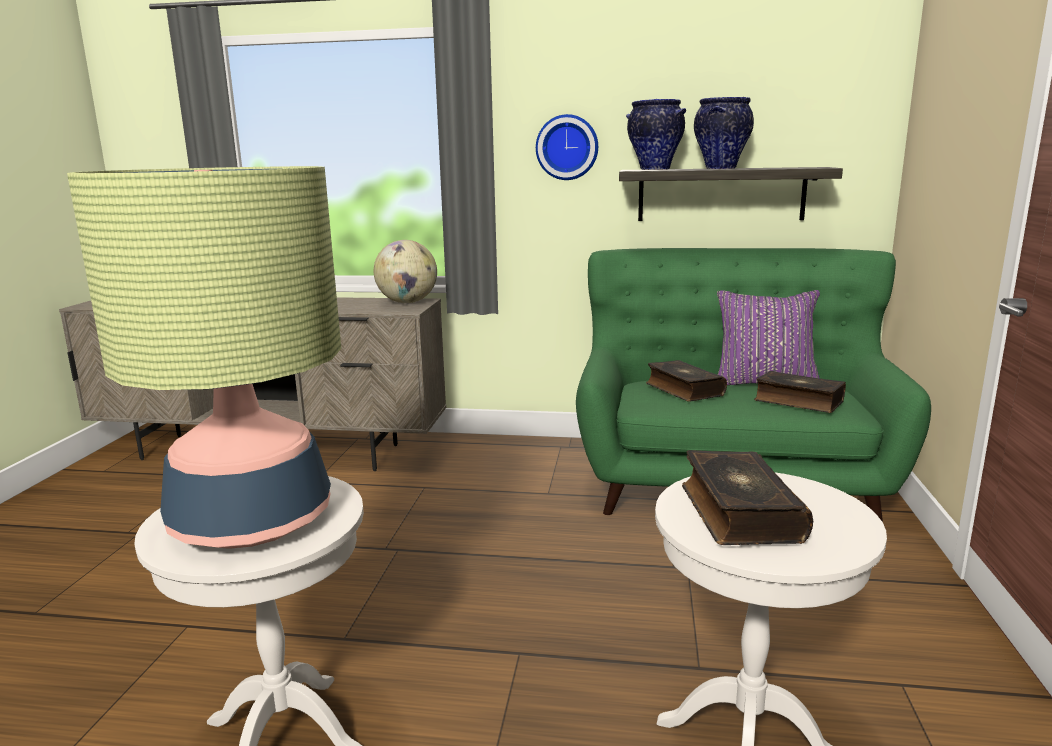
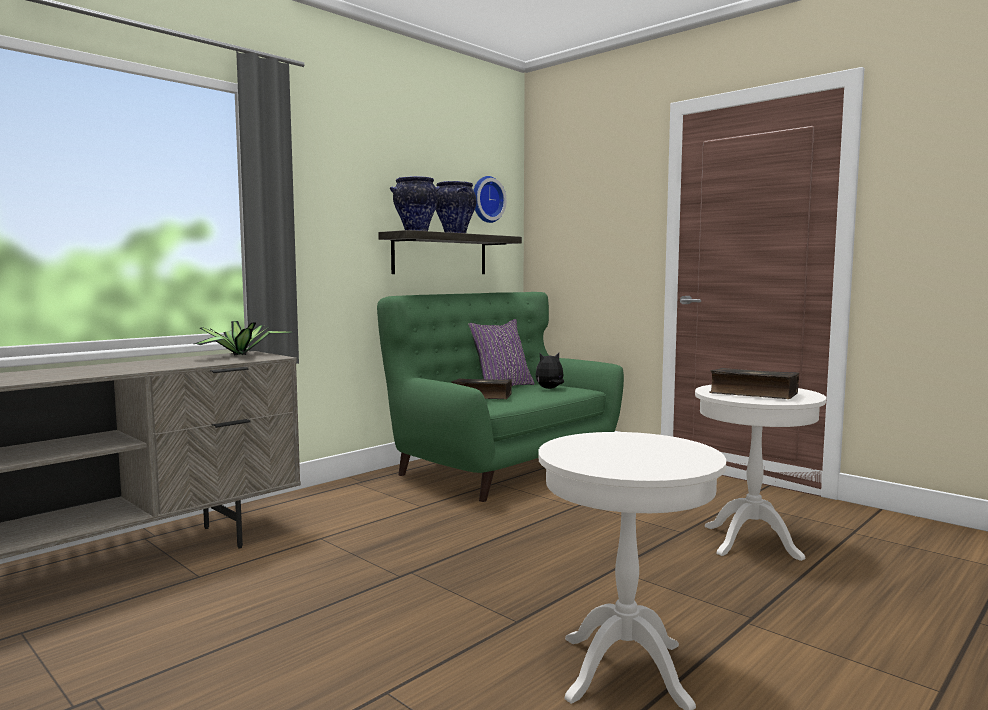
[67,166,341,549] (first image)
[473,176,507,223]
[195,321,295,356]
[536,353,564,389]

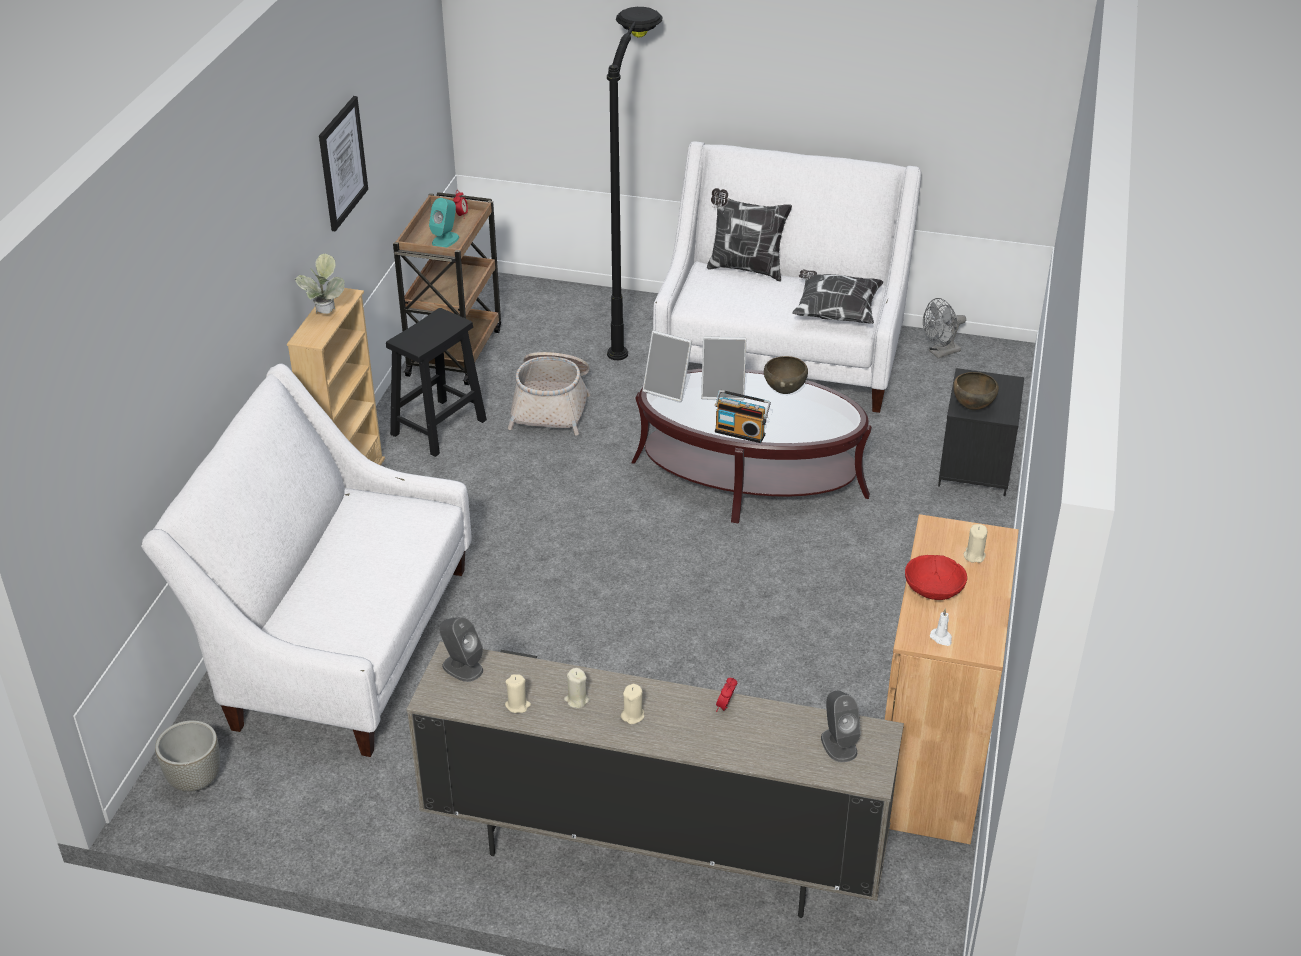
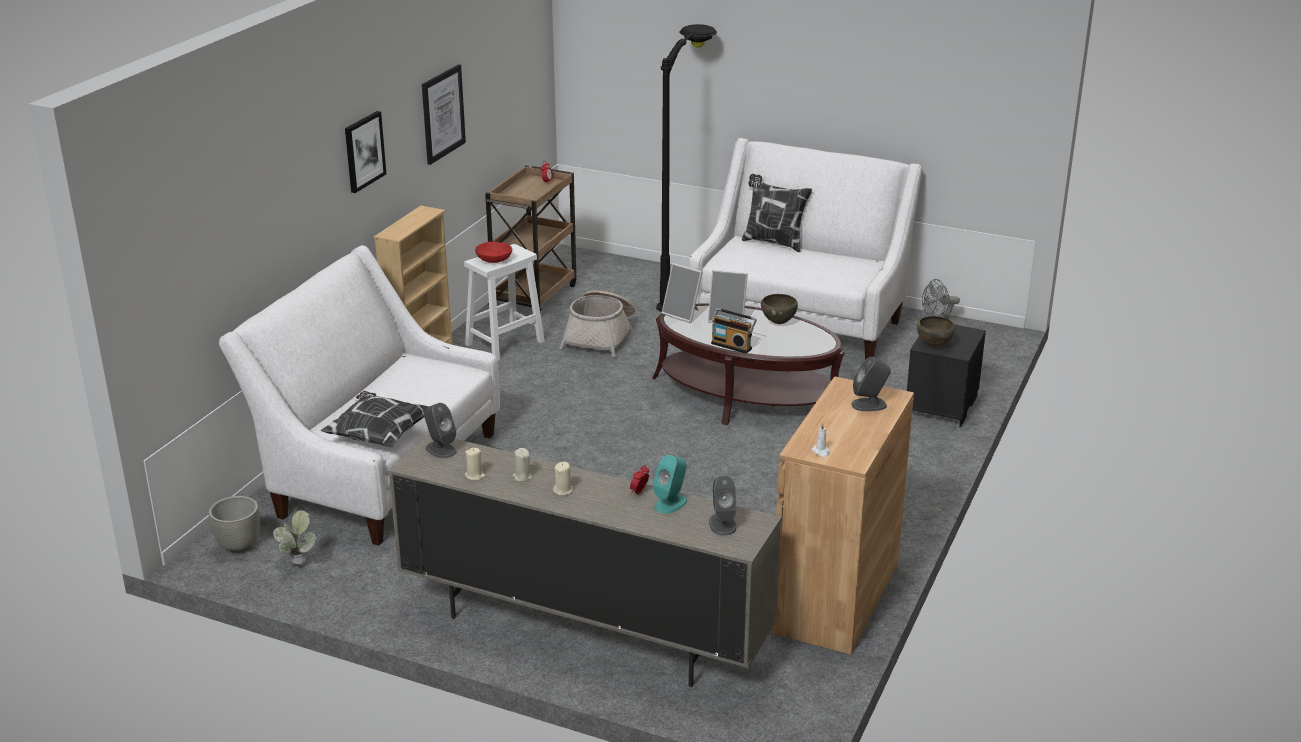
[345,111,386,193]
[273,510,316,565]
[653,455,687,514]
[321,391,429,448]
[475,242,512,263]
[851,357,891,411]
[464,244,545,361]

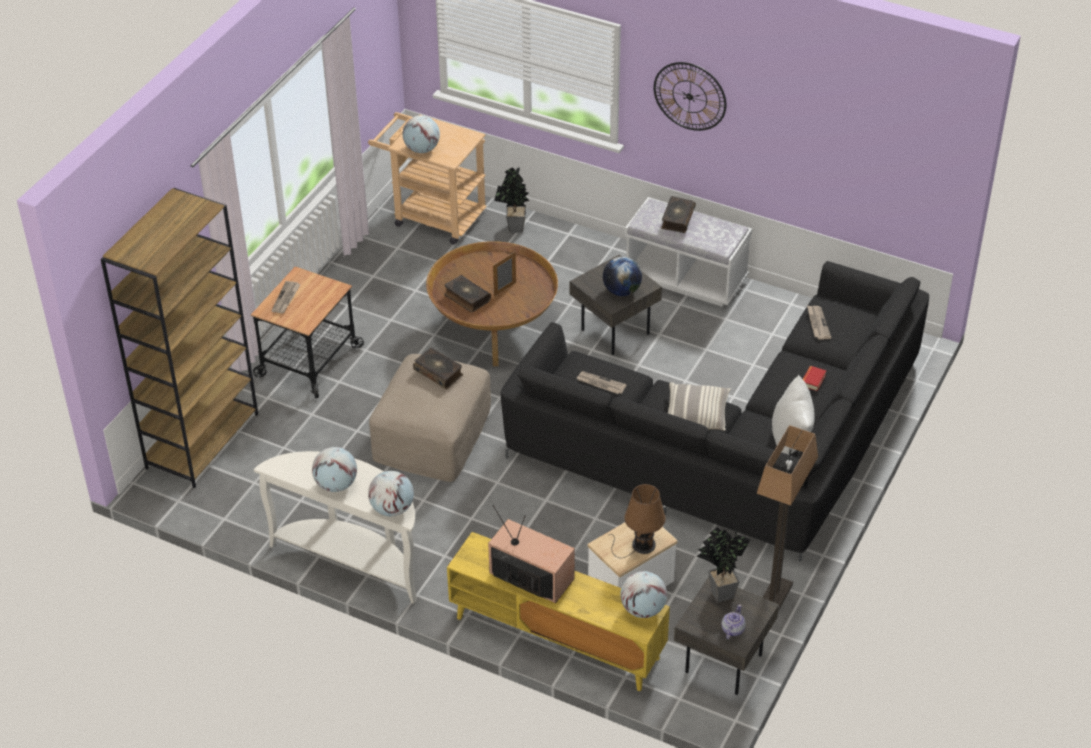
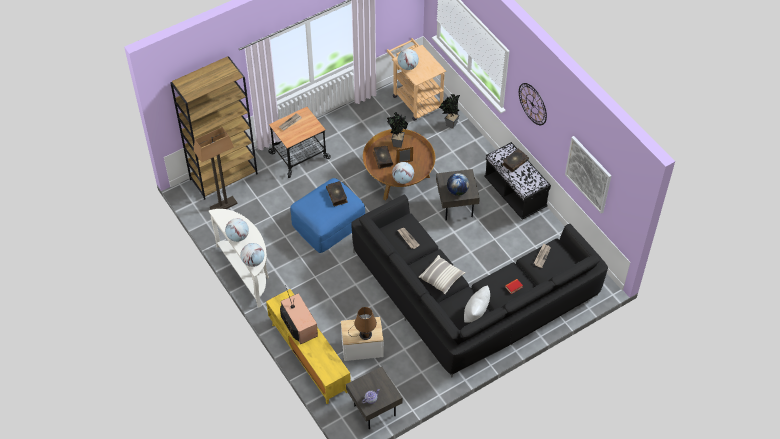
[565,136,611,214]
[392,162,414,184]
[387,112,408,148]
[194,127,237,210]
[290,178,365,253]
[484,142,551,220]

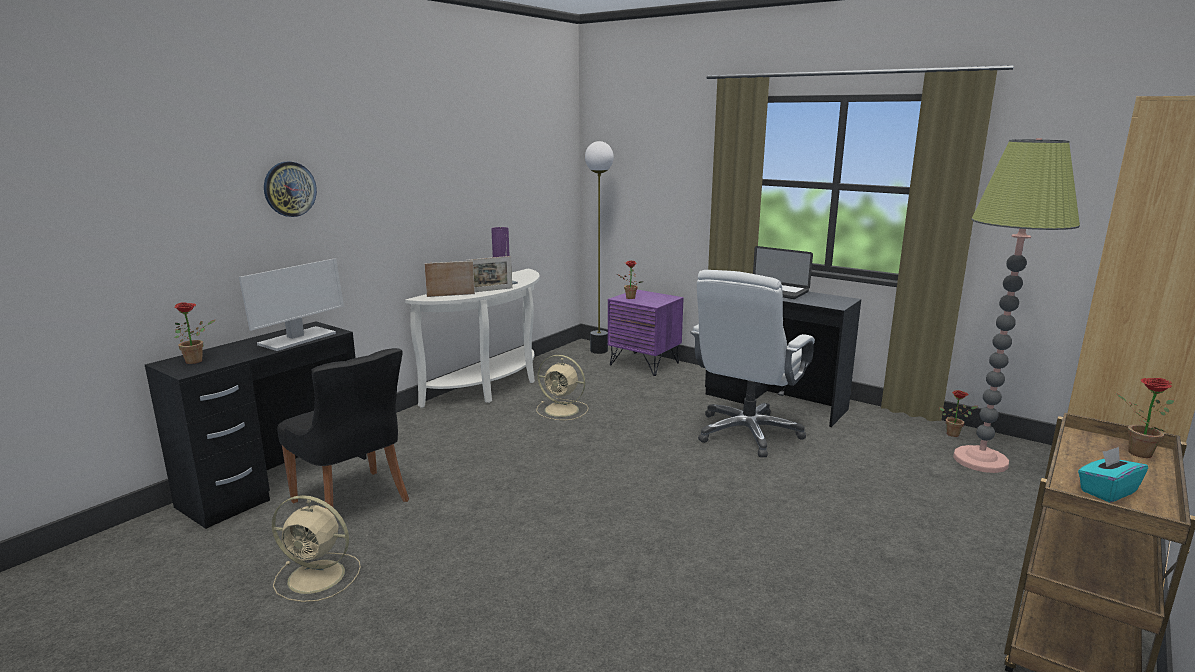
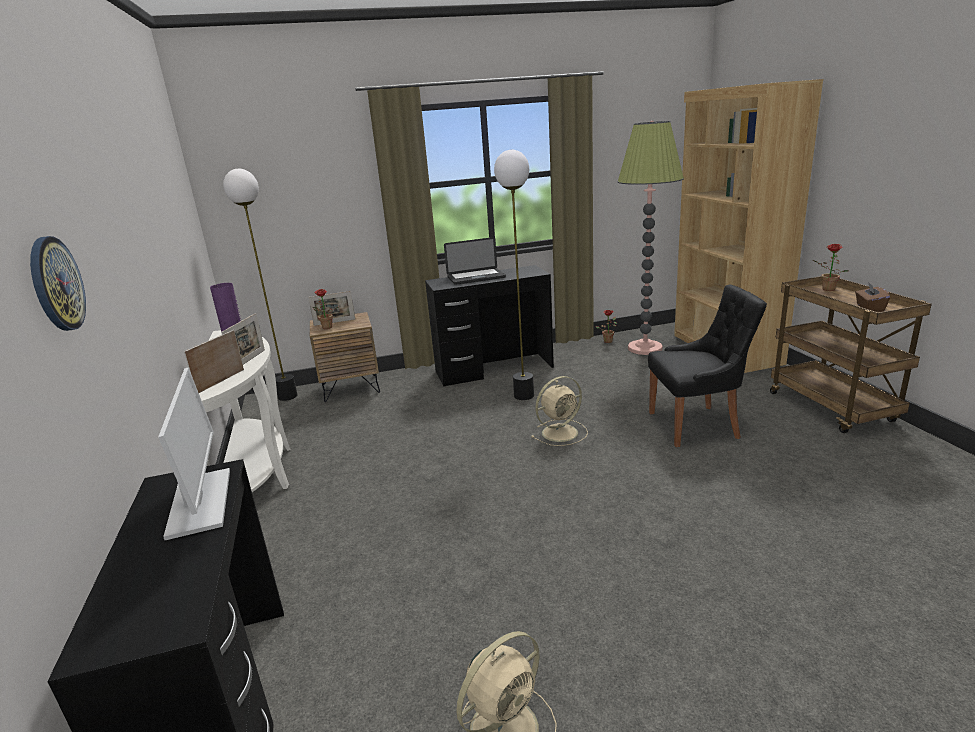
[174,302,215,364] (first image)
[308,291,355,326]
[648,285,767,447]
[531,376,588,446]
[494,150,534,400]
[310,312,380,402]
[855,282,890,312]

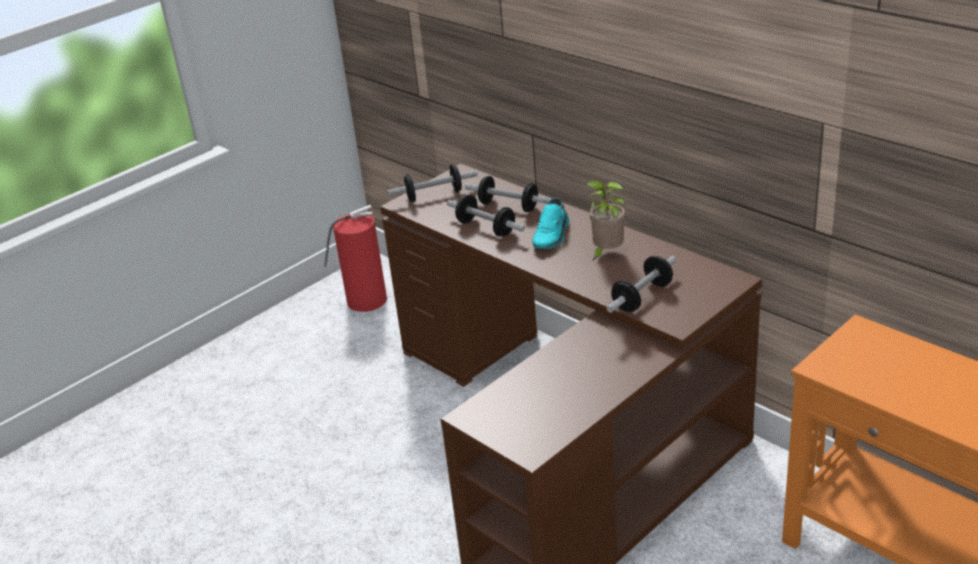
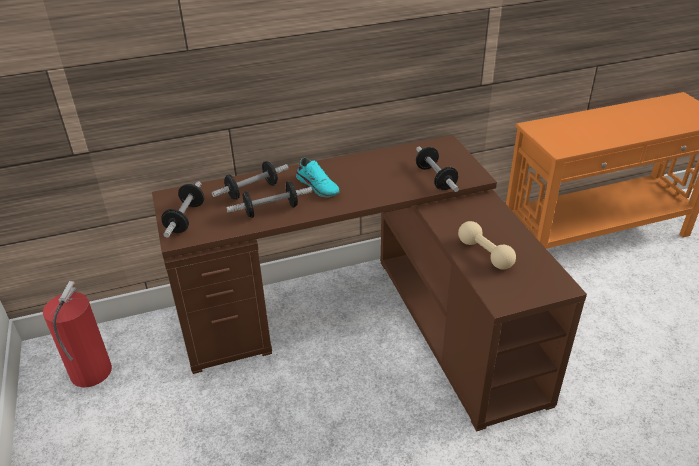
[586,180,625,260] (first image)
[458,221,516,270]

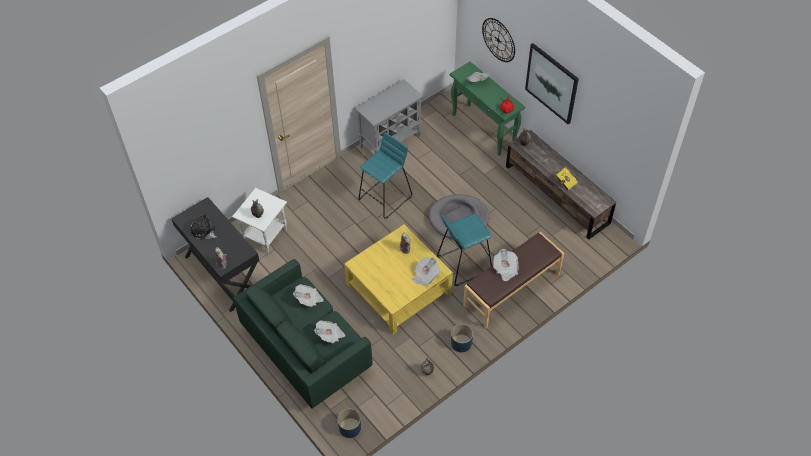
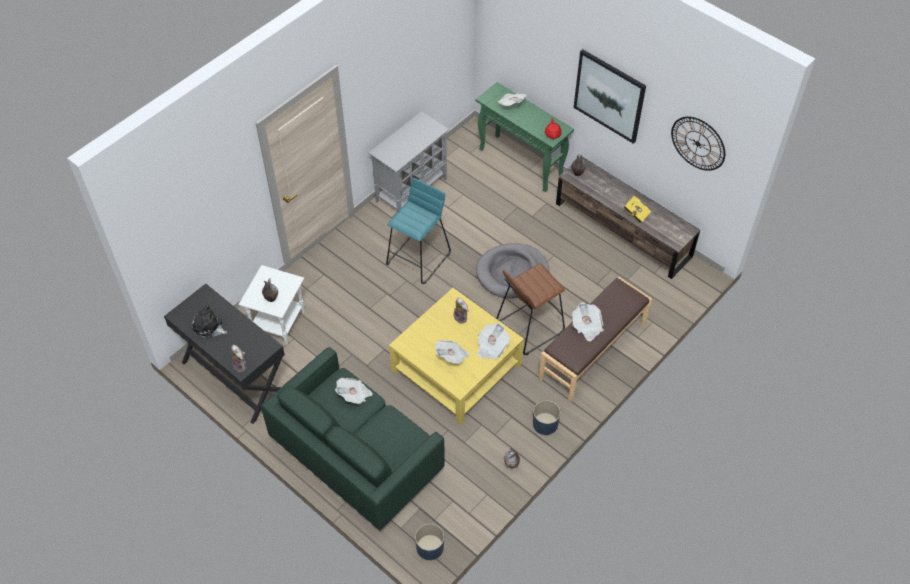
[435,340,470,364]
[671,117,725,171]
[496,263,565,355]

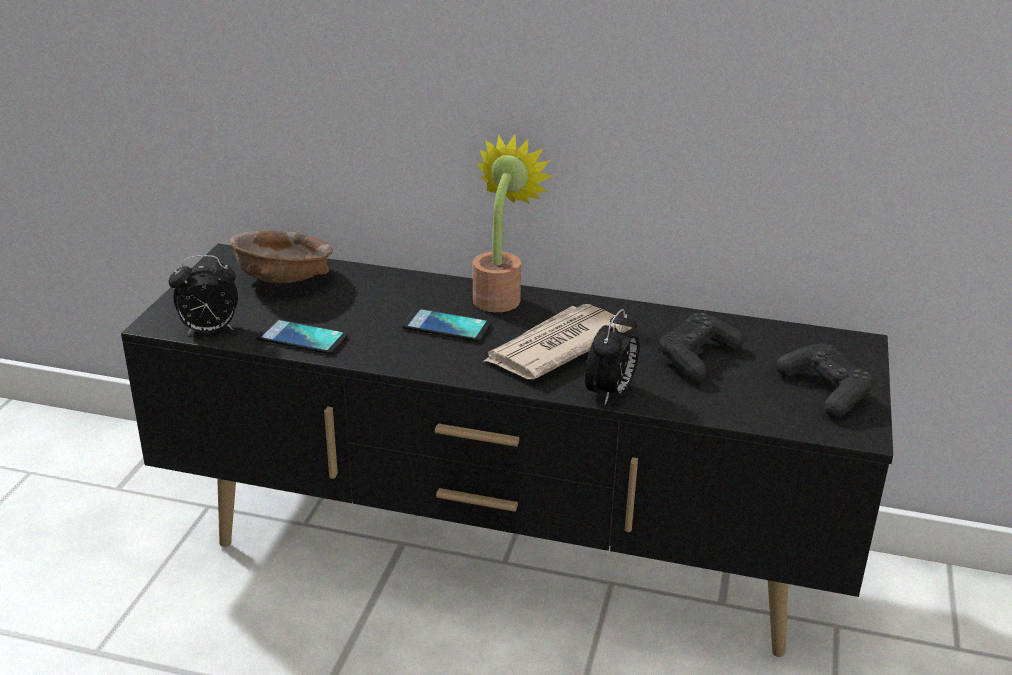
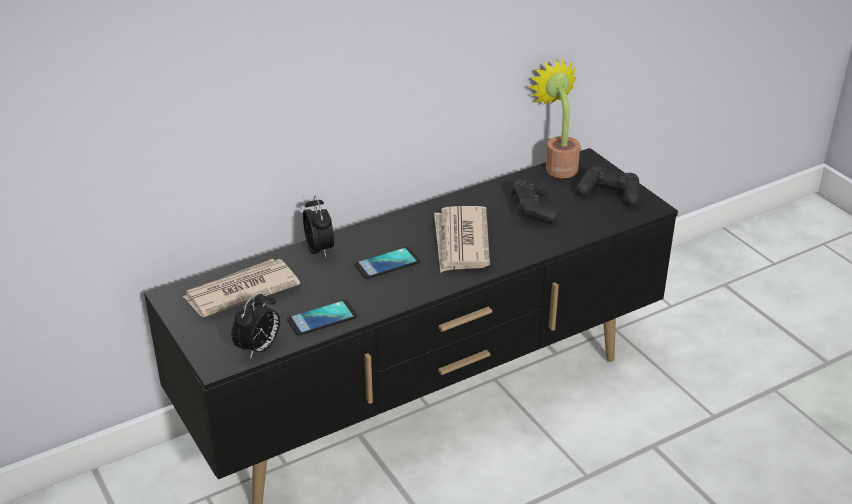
[528,58,580,178]
[303,195,334,258]
[182,259,300,317]

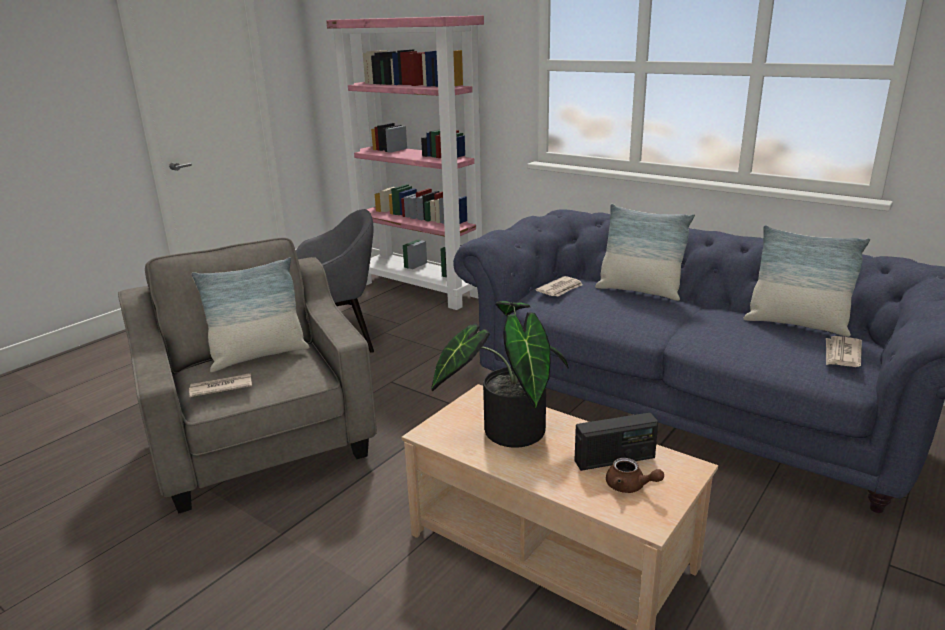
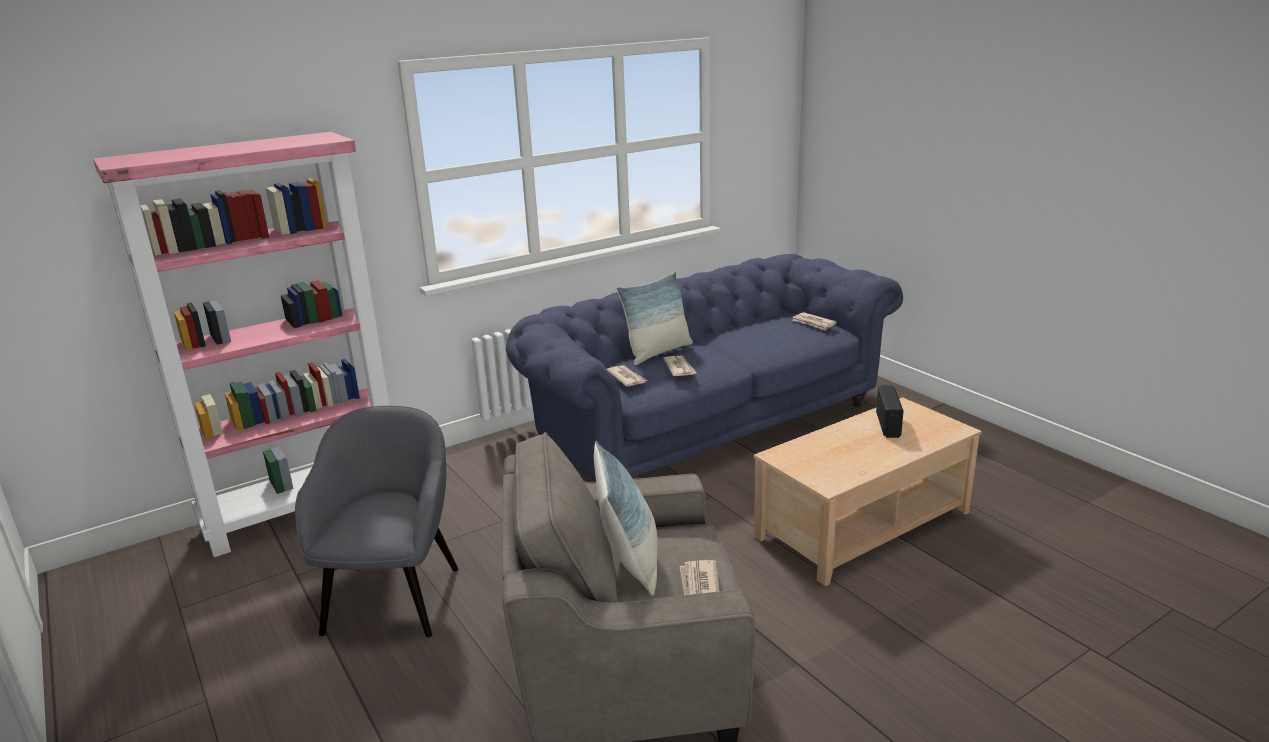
[431,301,569,448] (first image)
[606,458,664,493] (first image)
[743,225,870,337] (first image)
[663,356,697,376]

